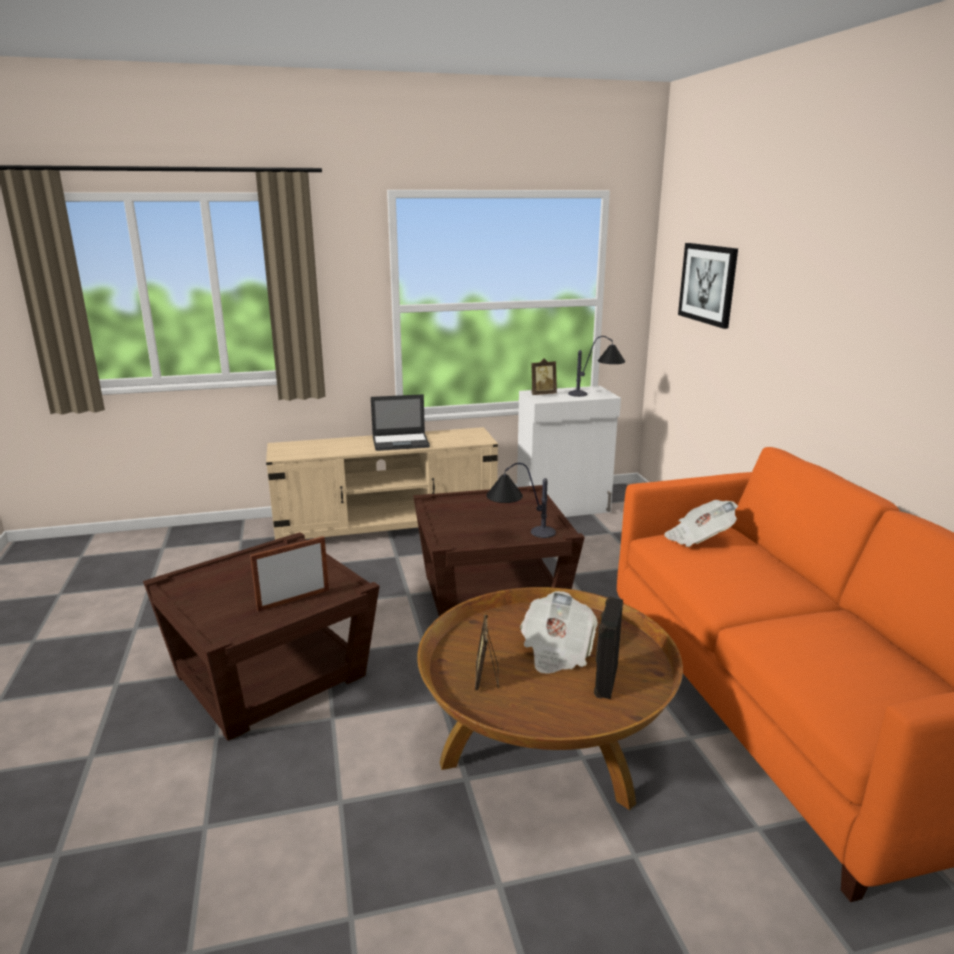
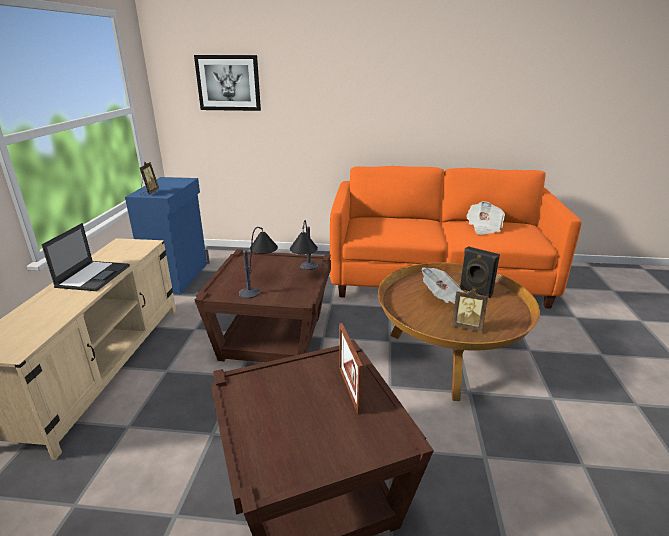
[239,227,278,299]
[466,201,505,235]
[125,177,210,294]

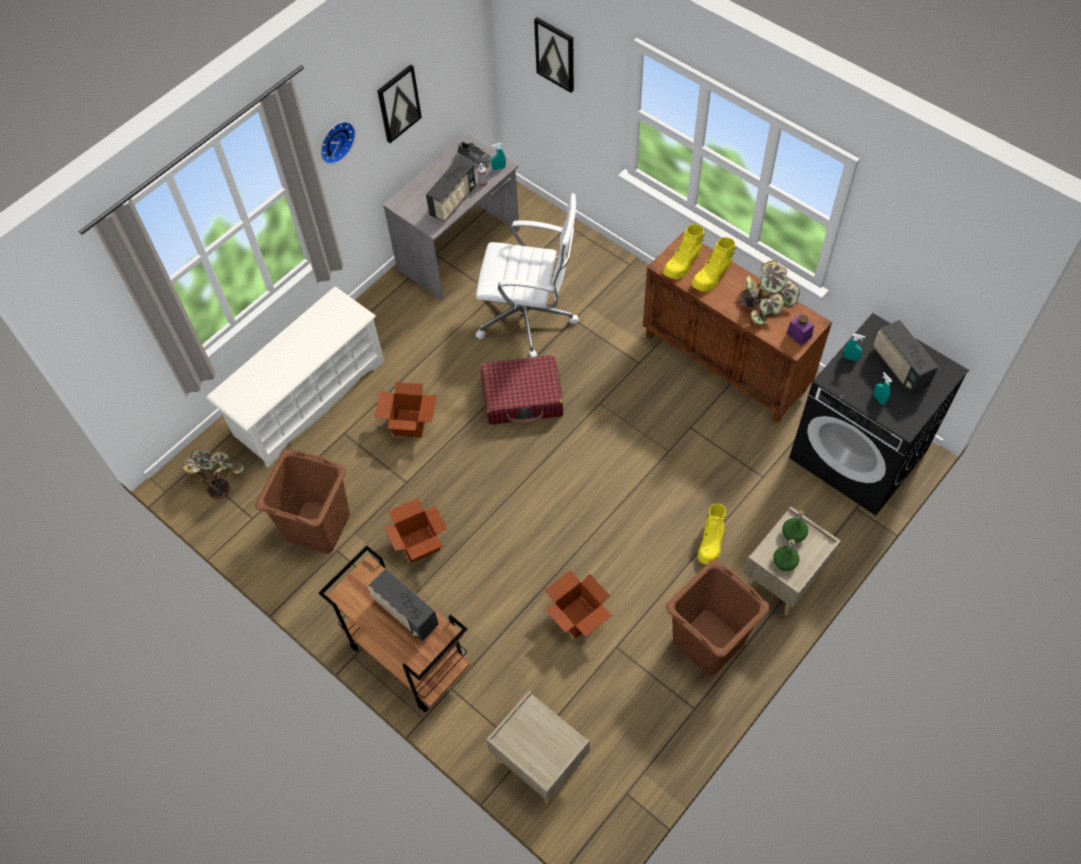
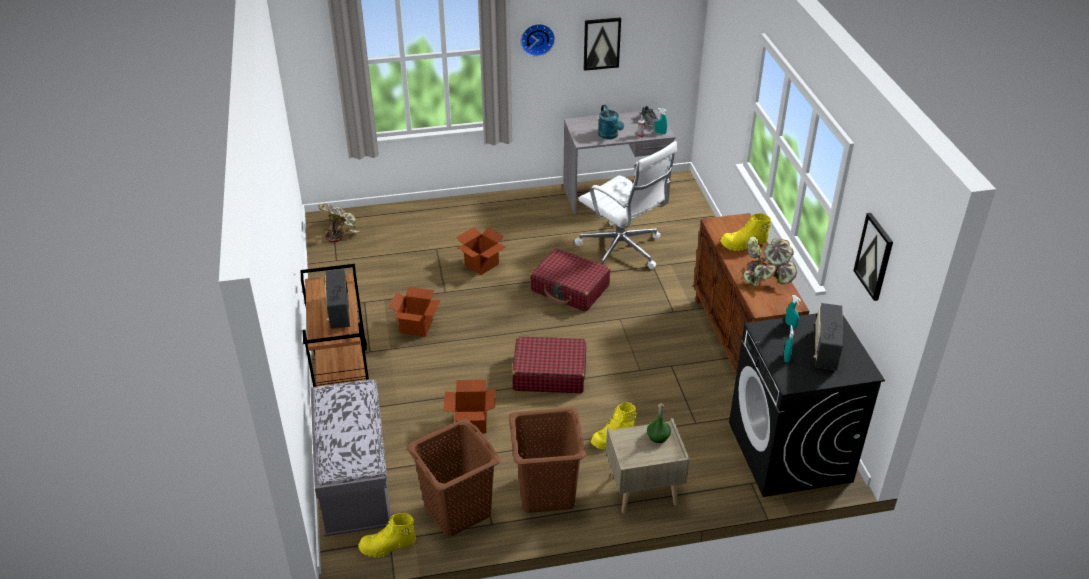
[206,287,384,468] (first image)
[773,539,800,571] (first image)
[786,314,814,346] (first image)
[512,337,586,393]
[407,419,500,536]
[853,213,893,301]
[358,513,416,558]
[598,105,624,139]
[310,379,391,537]

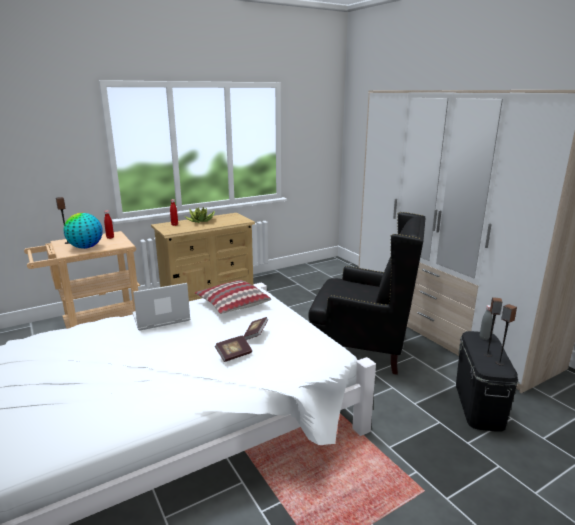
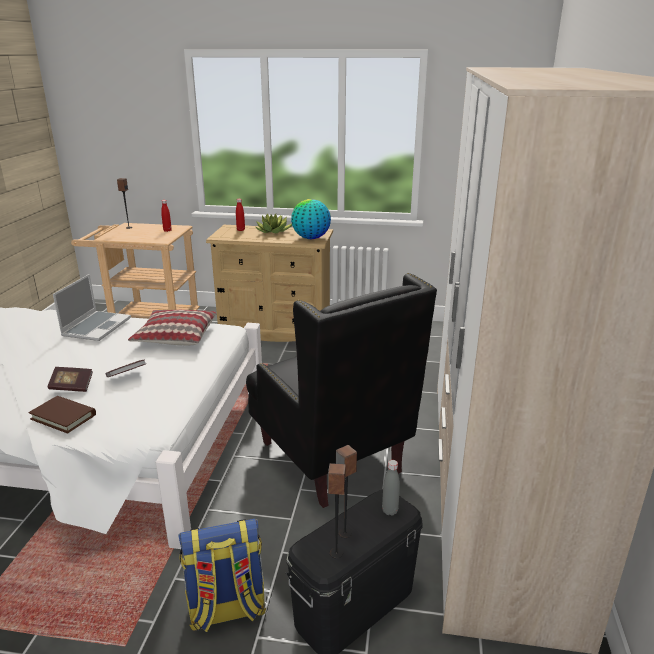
[28,396,96,434]
[178,519,266,632]
[291,199,331,239]
[53,274,131,341]

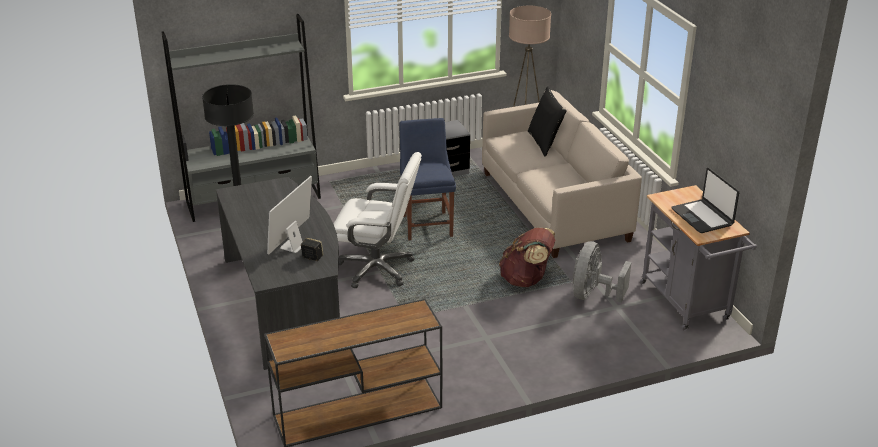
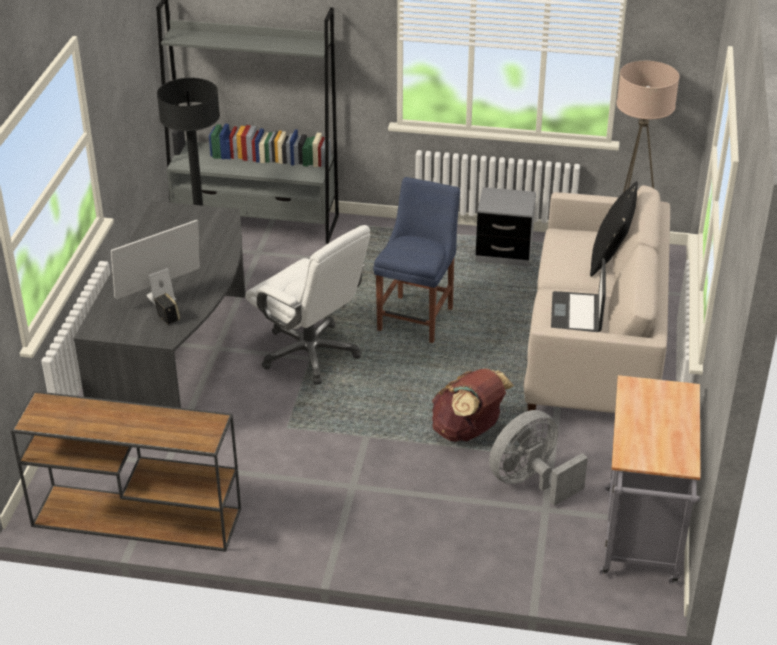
[551,258,606,332]

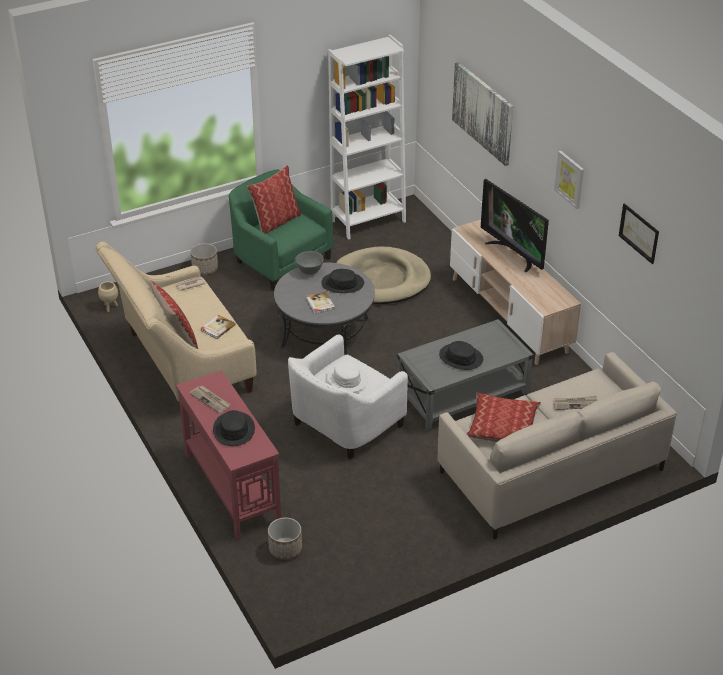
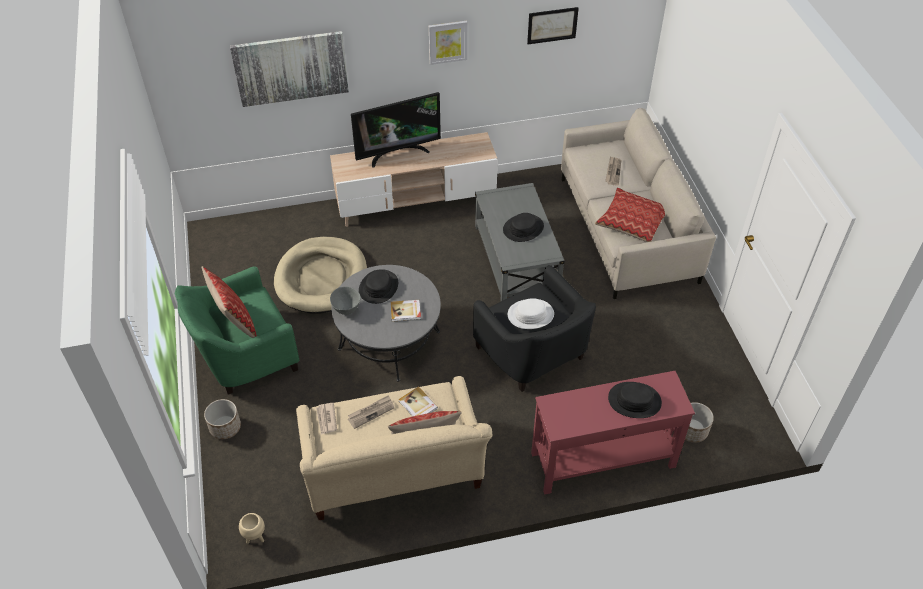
[328,35,406,240] (first image)
[348,395,394,429]
[473,265,596,392]

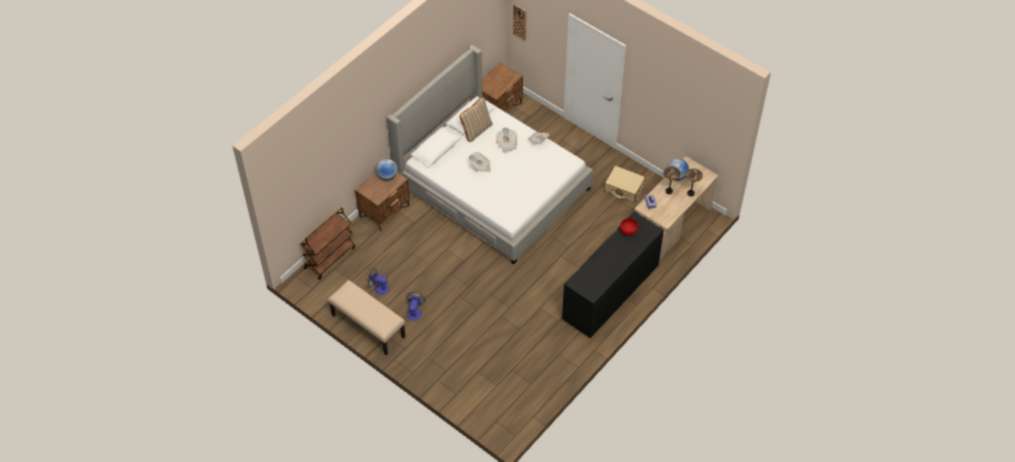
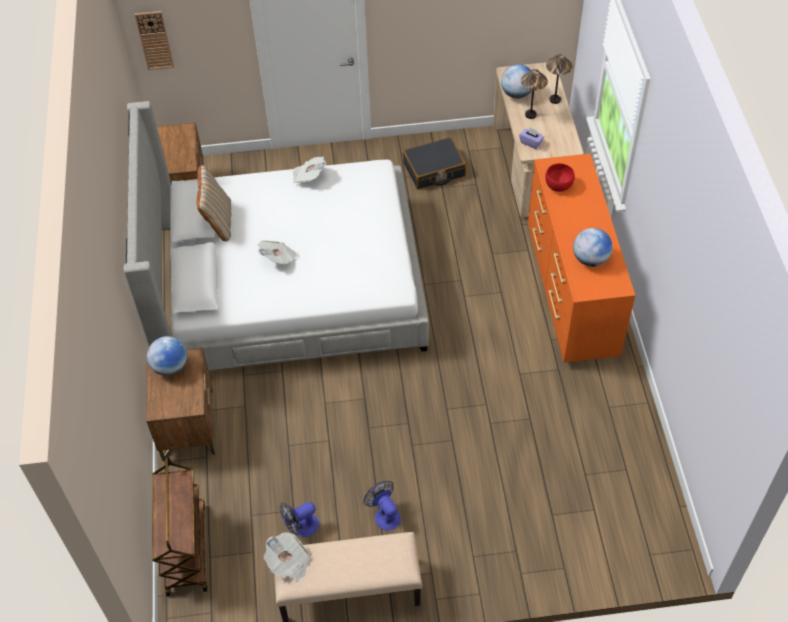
[573,228,613,267]
[264,532,311,582]
[528,154,635,363]
[403,137,466,189]

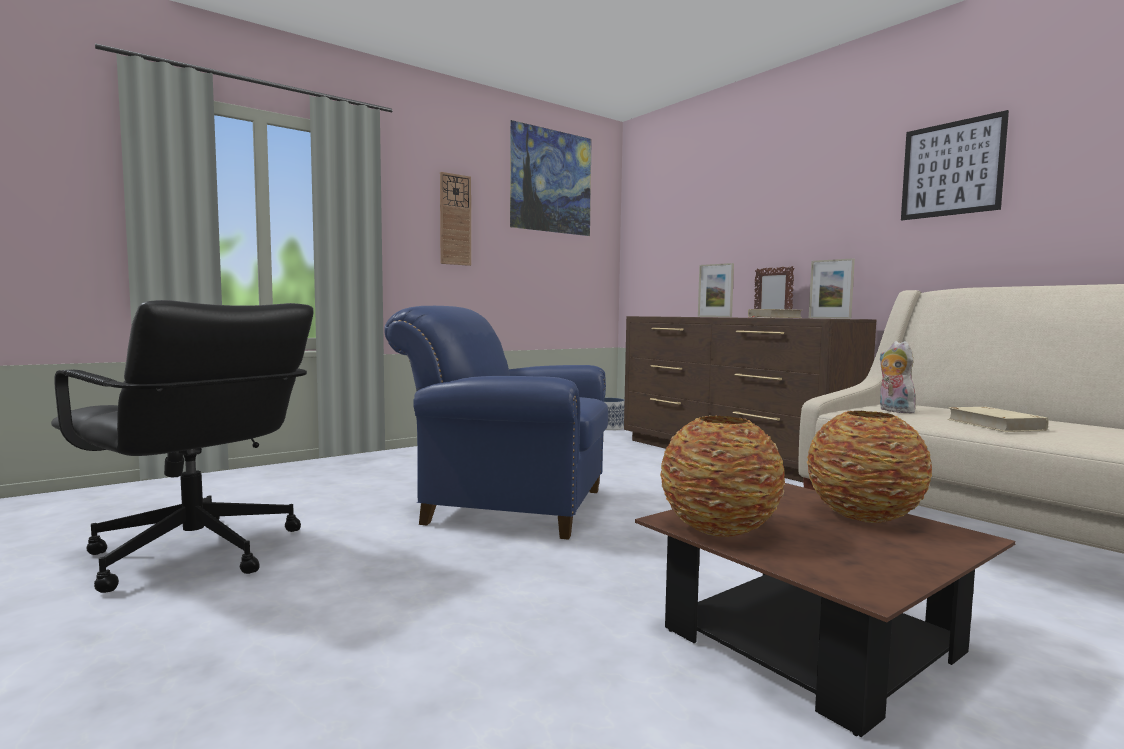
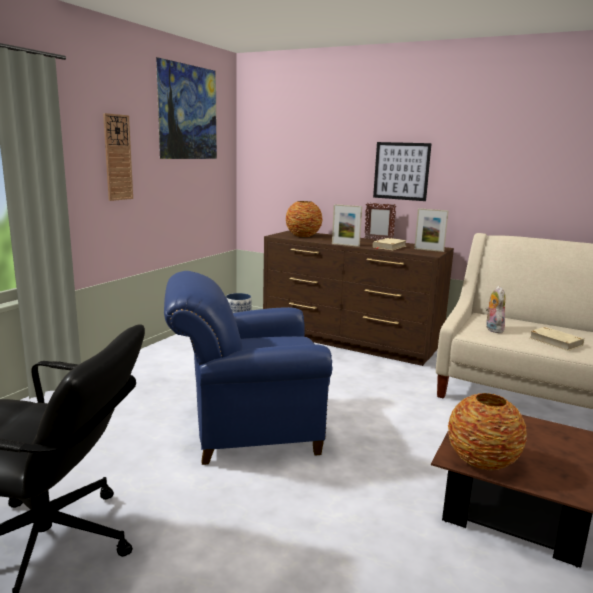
[285,201,323,237]
[373,142,432,201]
[485,286,505,333]

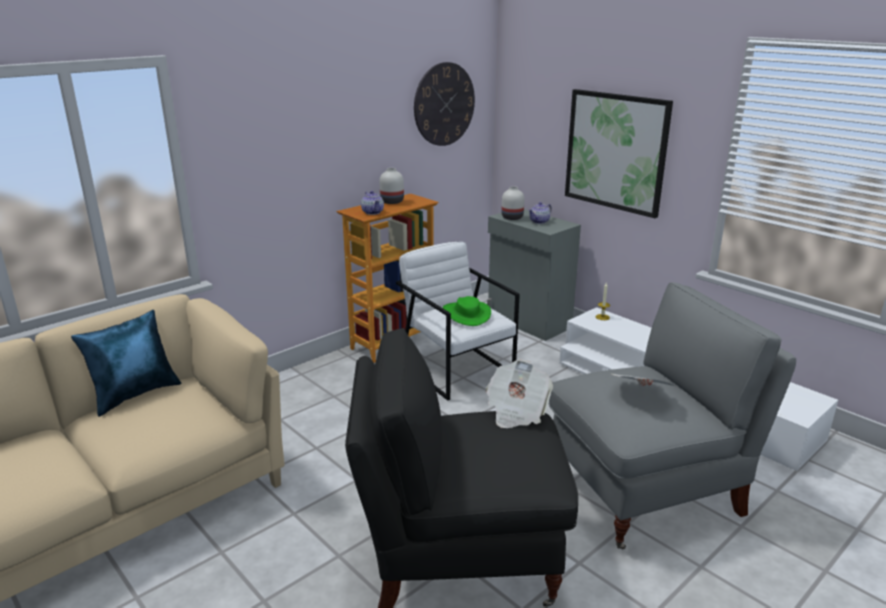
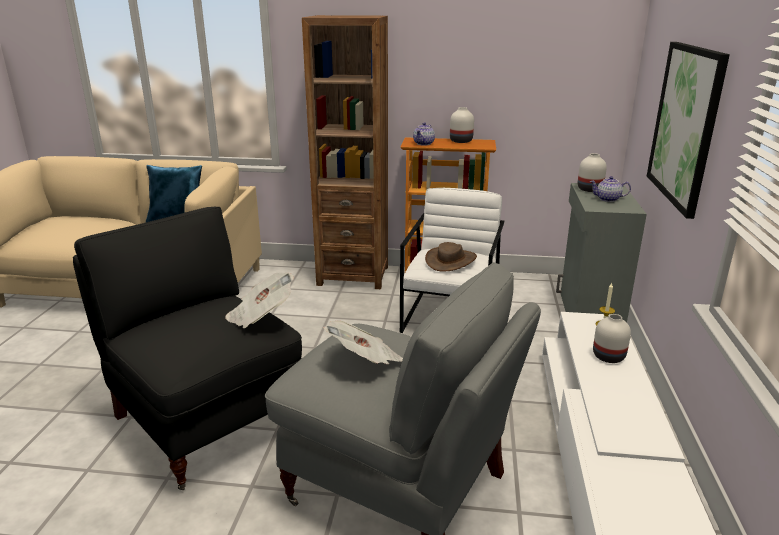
[414,62,475,146] (first image)
[302,15,388,289]
[593,314,631,363]
[425,242,477,271]

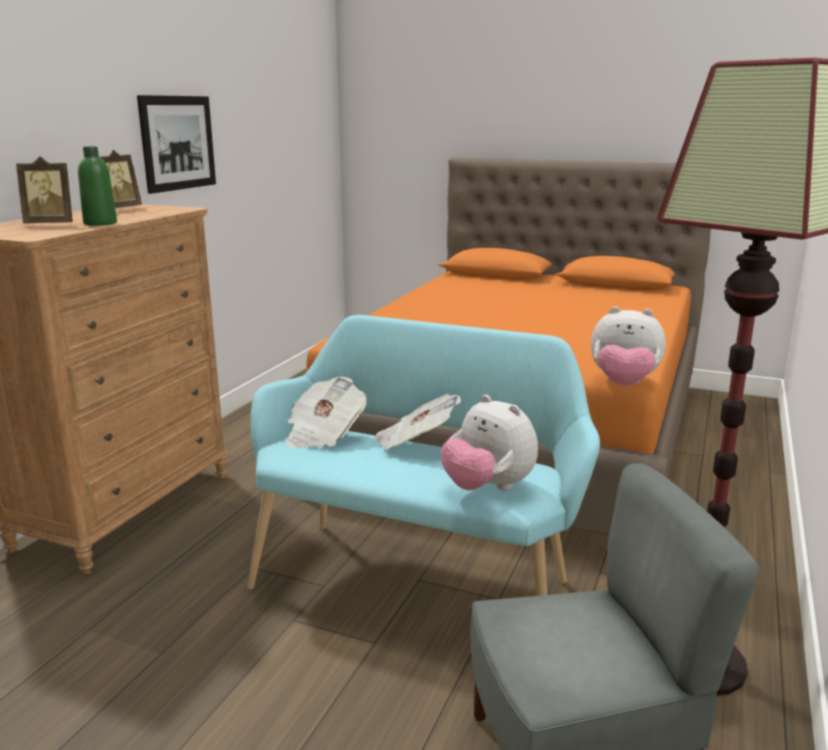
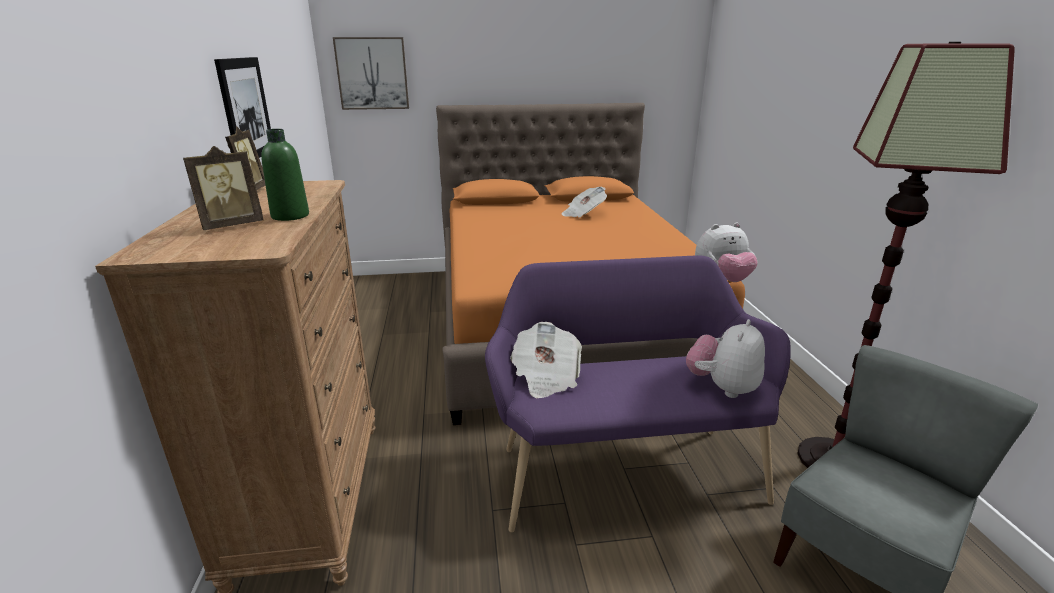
[333,37,409,110]
[561,187,607,218]
[485,255,791,532]
[686,320,765,398]

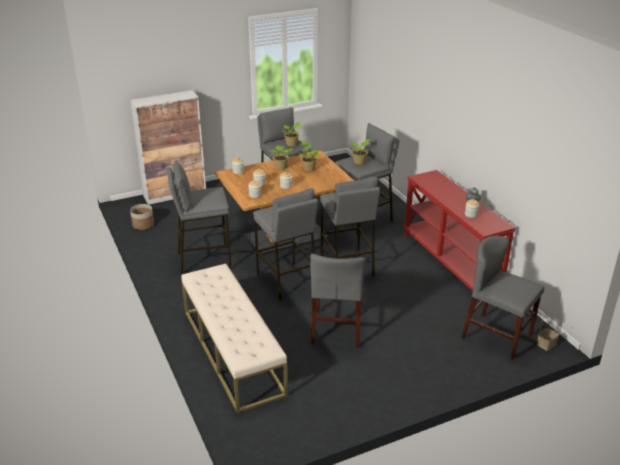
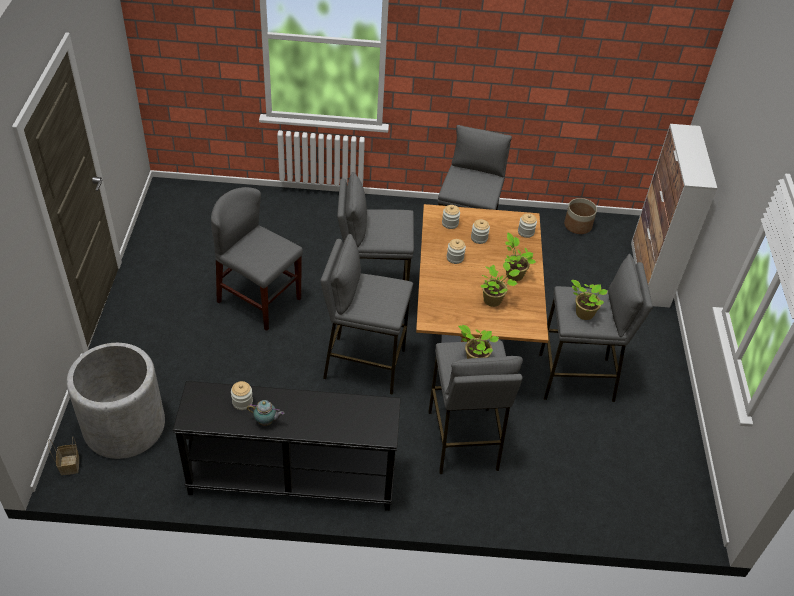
[181,264,288,413] (first image)
[67,343,165,459]
[173,381,401,511]

